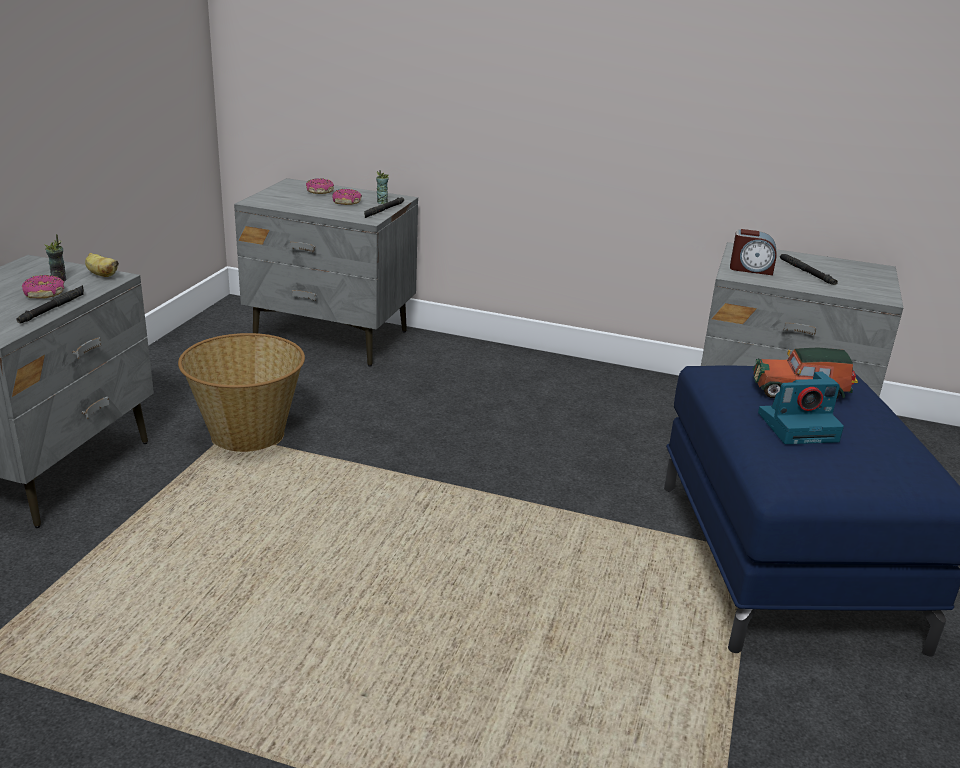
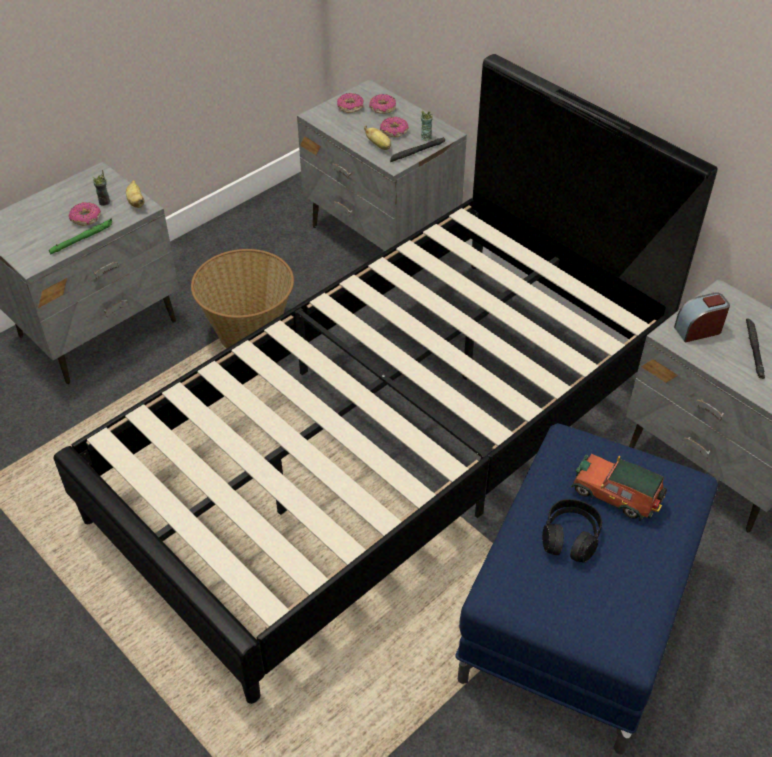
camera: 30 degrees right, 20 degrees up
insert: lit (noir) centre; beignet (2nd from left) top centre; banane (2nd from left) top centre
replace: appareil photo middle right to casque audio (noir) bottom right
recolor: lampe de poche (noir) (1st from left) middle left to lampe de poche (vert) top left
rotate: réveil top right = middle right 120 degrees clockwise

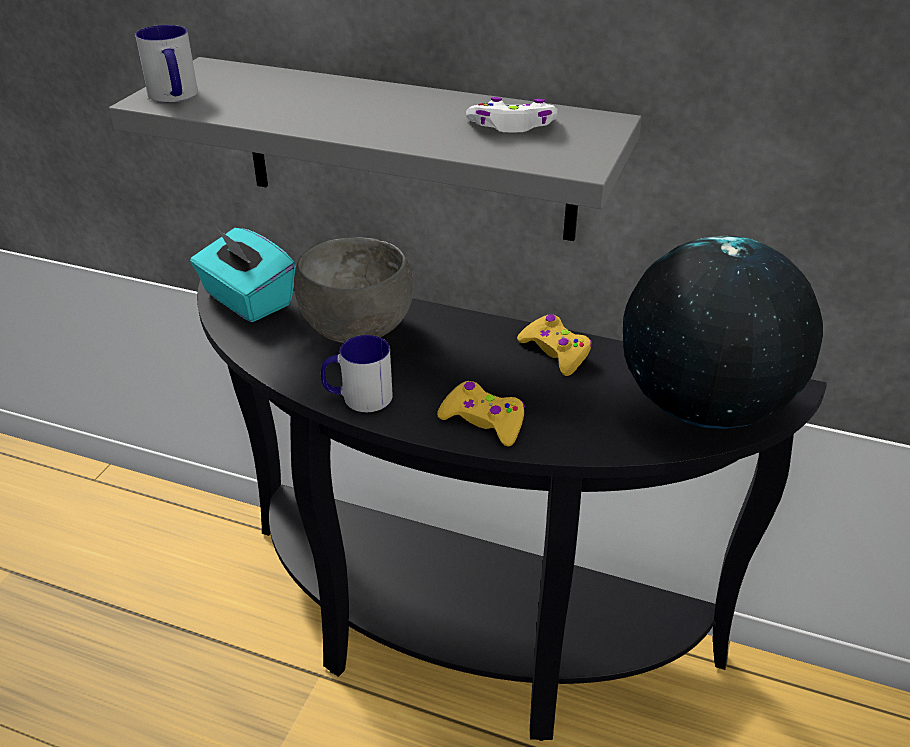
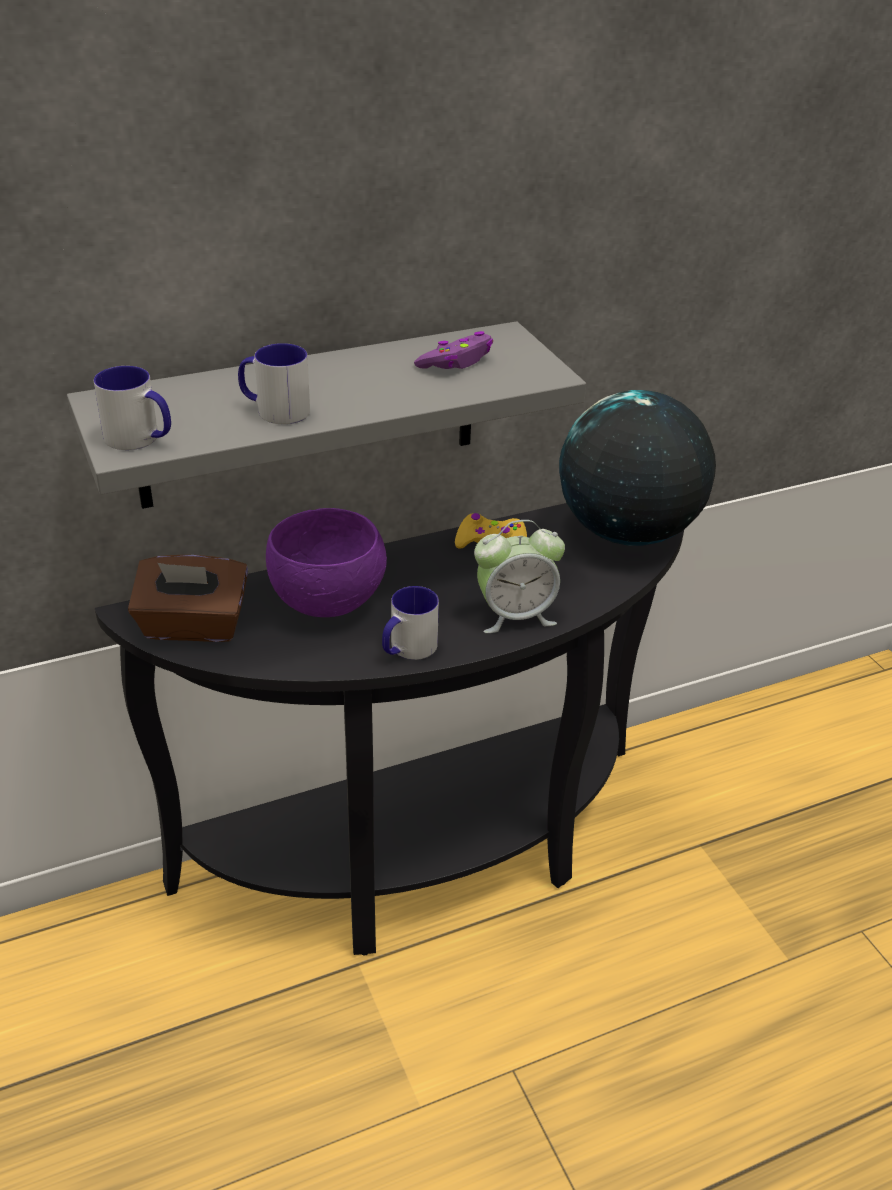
camera: 45 degrees left, 0 degrees up
insert: mug (2nd from left) top left
replace: manette (jaune) (1st from left) centre to réveil centre
recolor: boîte à mouchoirs (turquoise) middle left to boîte à mouchoirs (marron) middle left; bol (gris) centre to bol (violet) centre; manette (blanc) top centre to manette (violet) top centre

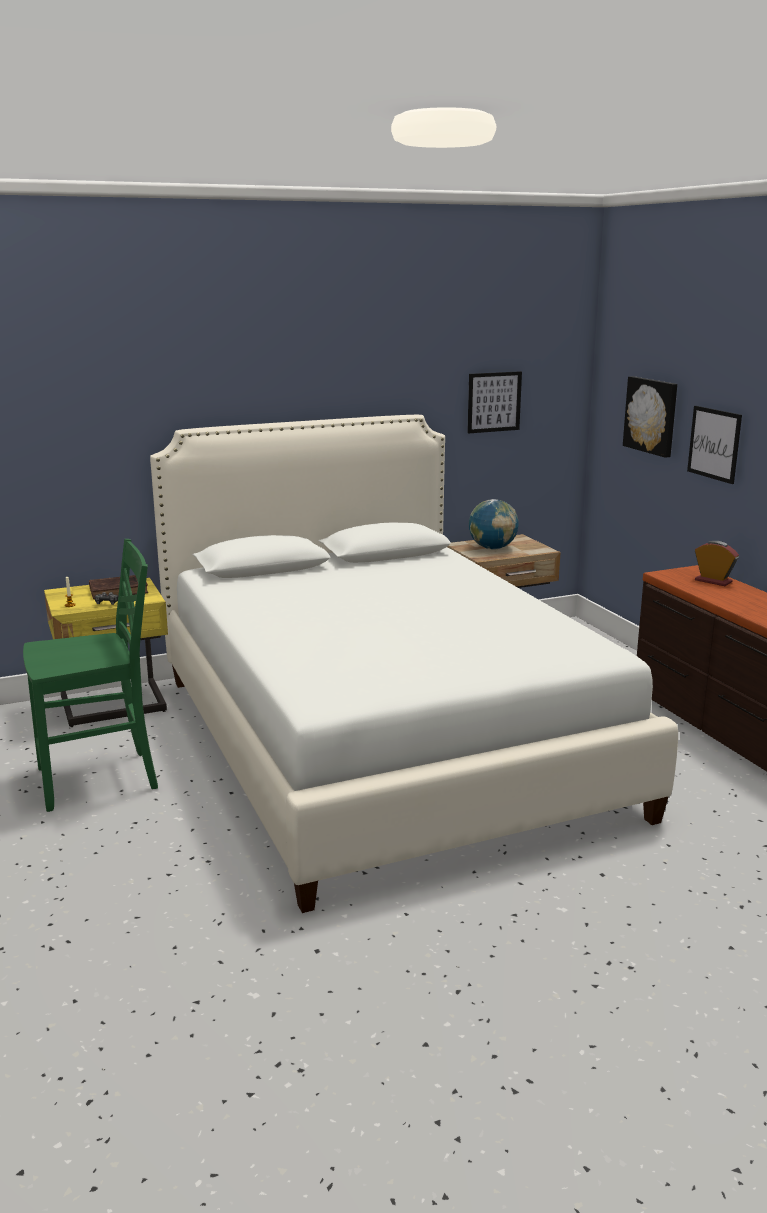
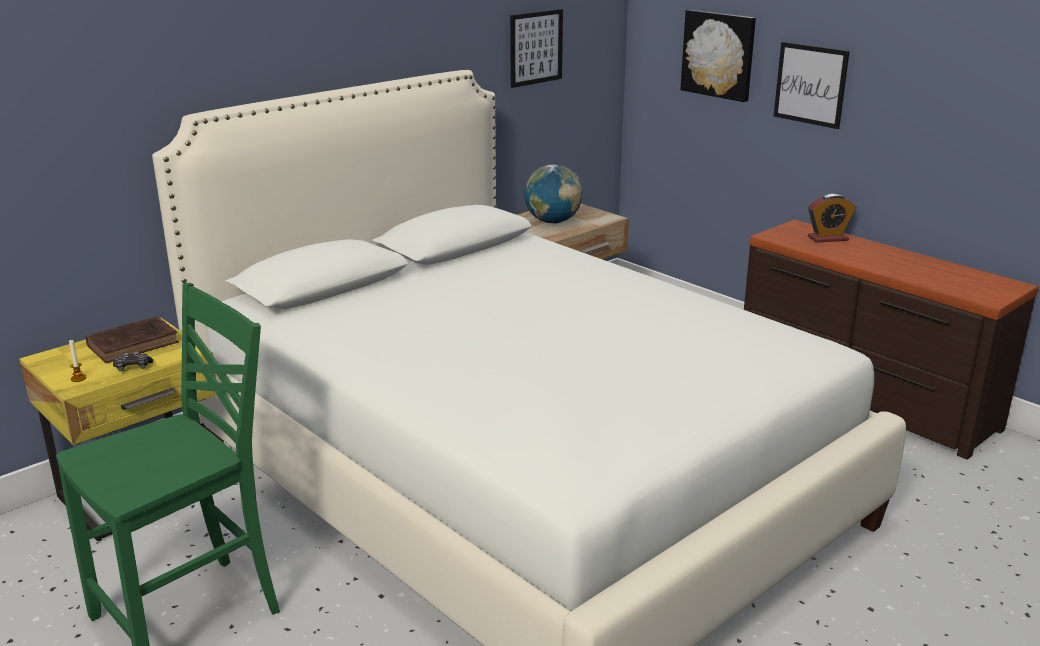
camera: 20 degrees left, 5 degrees up
rotate: réveil middle right = middle right 150 degrees clockwise

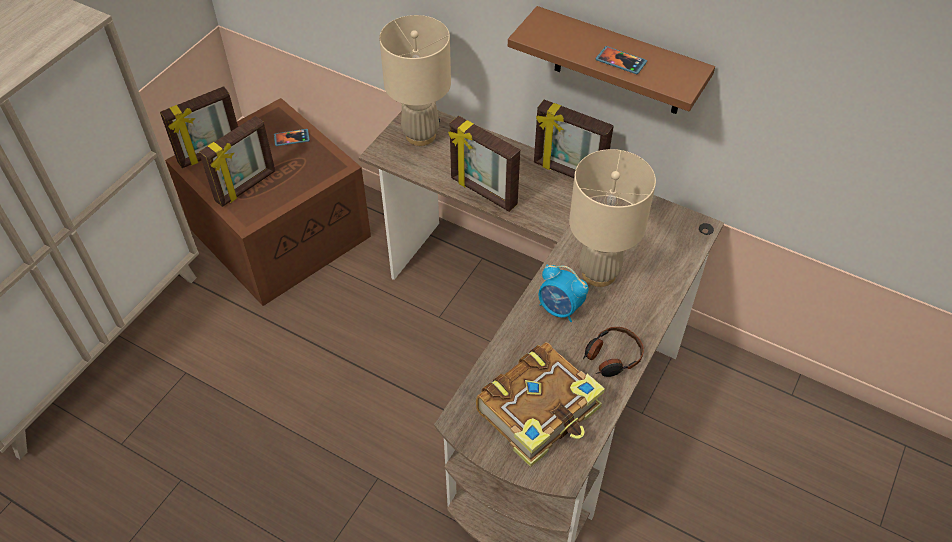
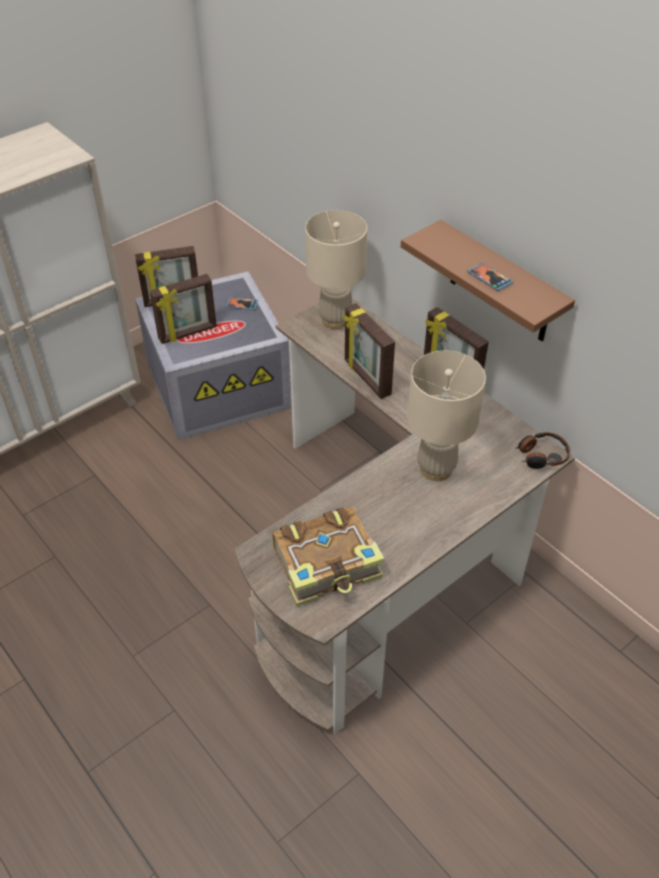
camera: 20 degrees right, 5 degrees down
delete: réveil centre
move: casque audio centre to middle right
recolor: boîte de rangement (marron) middle left to boîte de rangement (gris) middle left

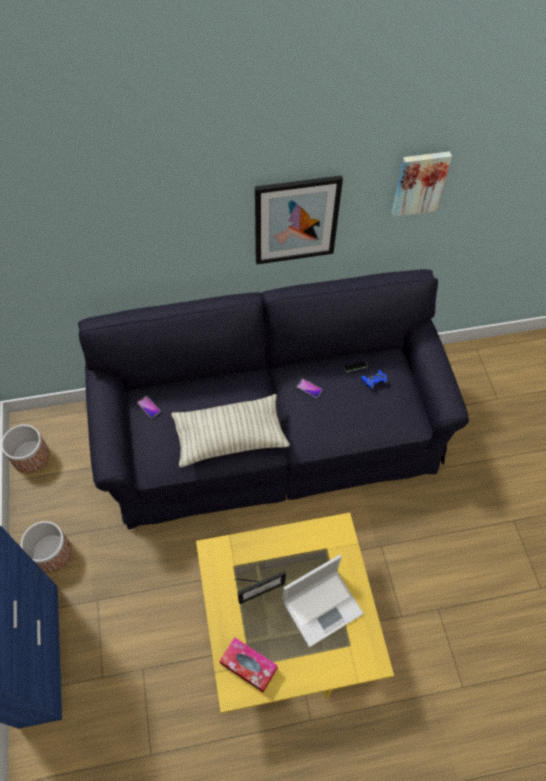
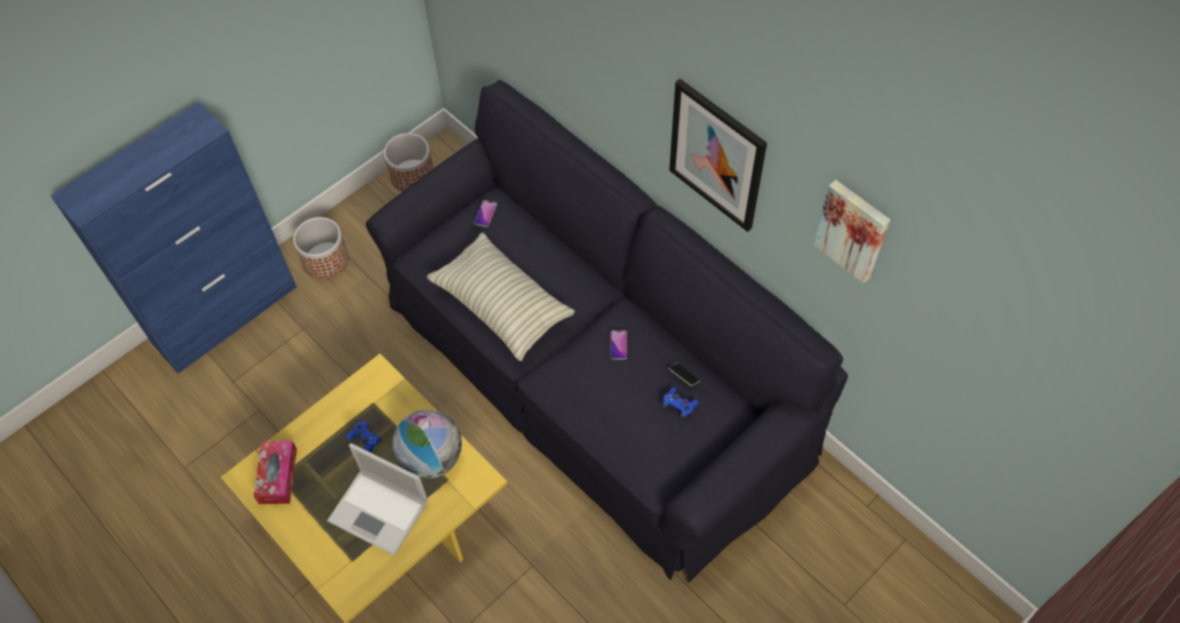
camera: 60 degrees right, 0 degrees up
insert: globe bottom centre
replace: cadre photo bottom centre to manette (bleu) (1st from left) bottom left

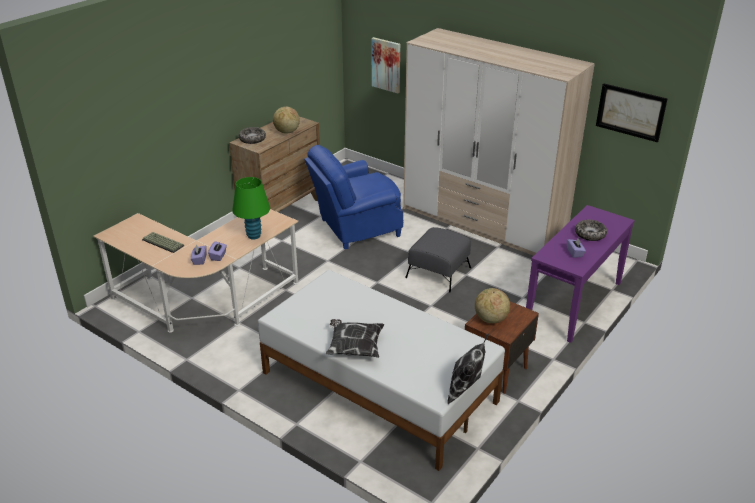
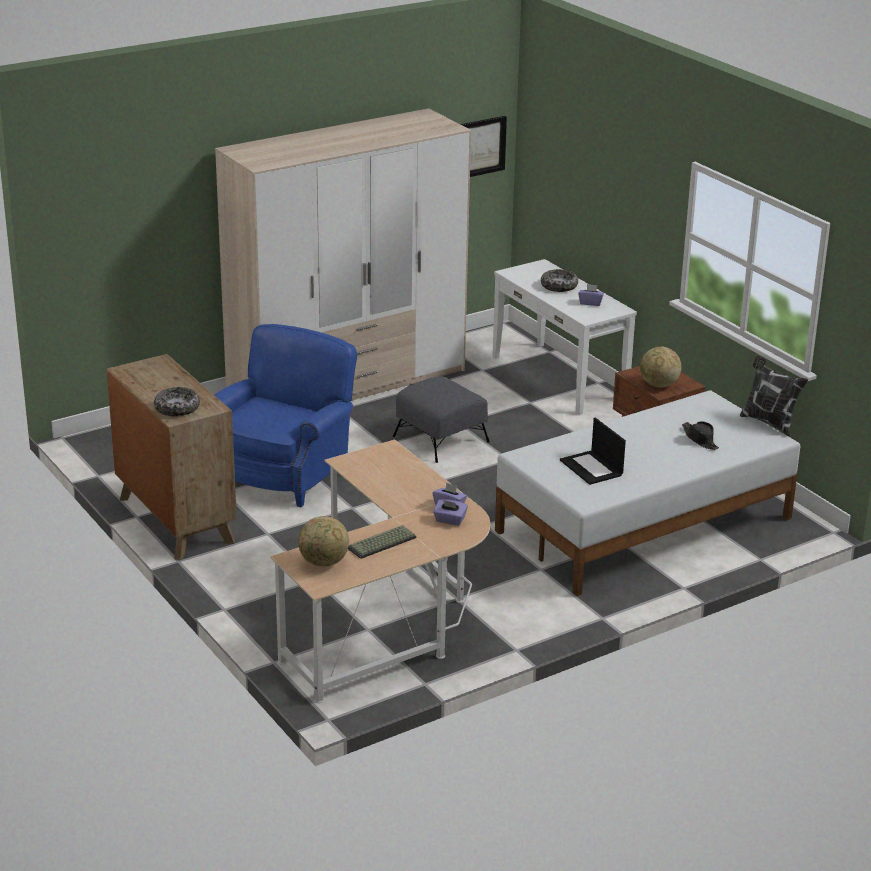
camera: 70 degrees left, 5 degrees down
delete: lampe de table (vert) middle left; coussin (1st from left) bottom centre; tableau (1st from left) top centre
insert: ordinateur portable middle right; chapeau (noir) middle right
move: globe (1st from left) top centre to centre
recolor: table console (violet) middle right to table console (blanc) centre
rotate: fauteuil (bleu) centre = middle left 150 degrees counterclockwise

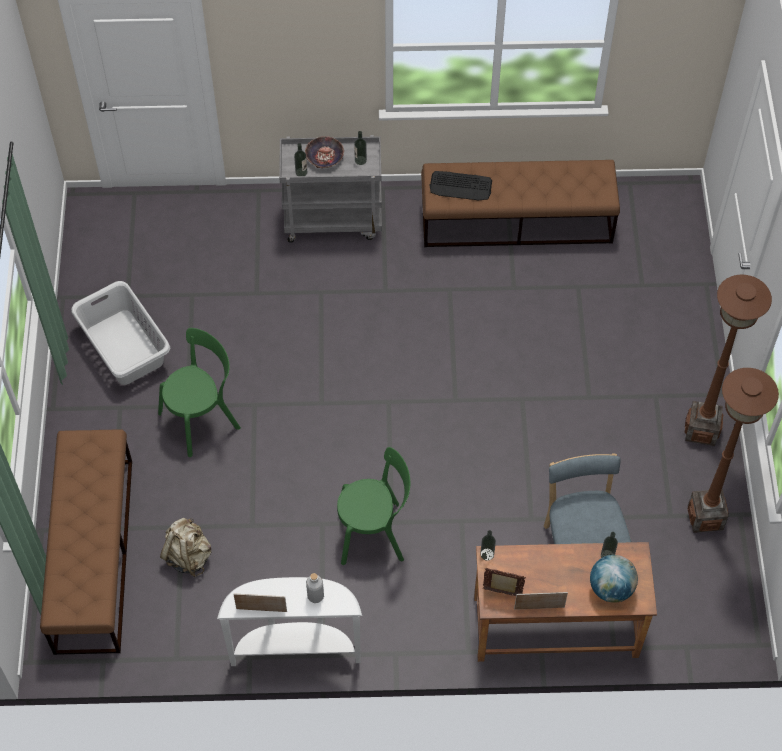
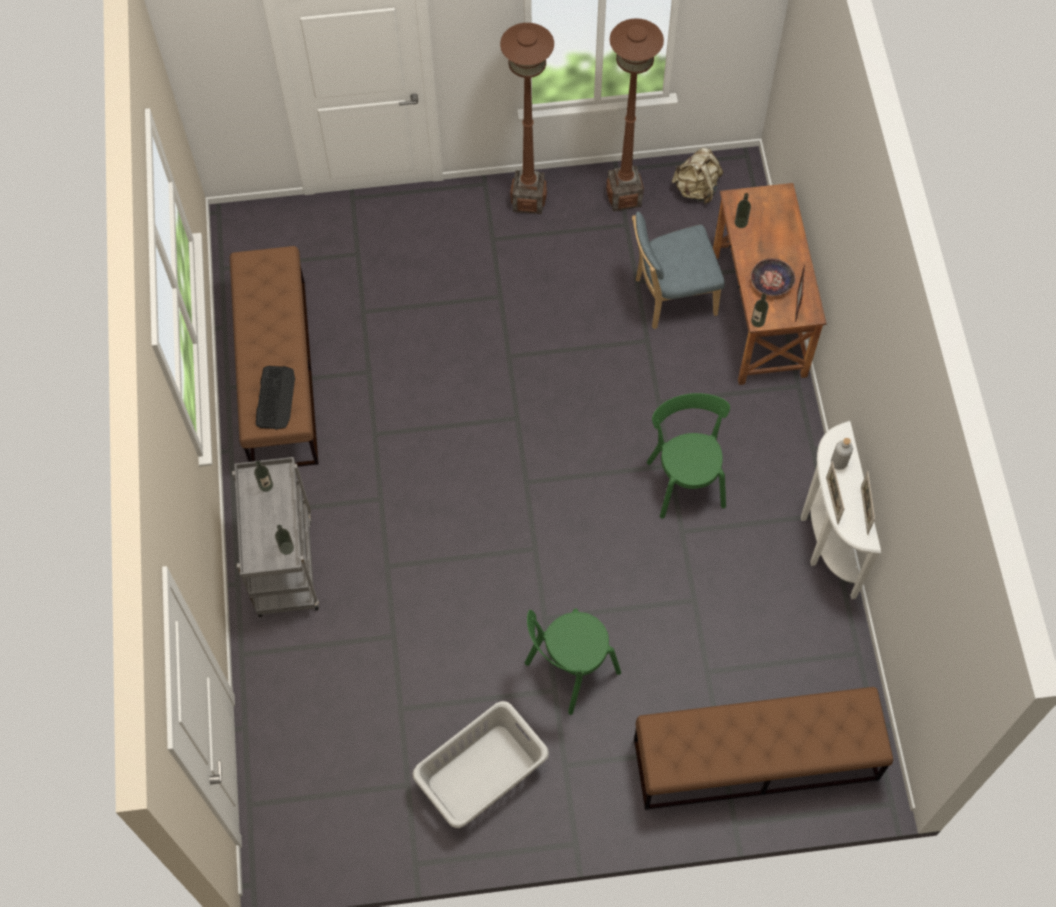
camera: 95 degrees left, 5 degrees up
delete: globe bottom right
move: sac à dos (beige) bottom left to top centre; bol top centre to top right; cadre photo (3rd from left in the first image) bottom right to cadre photo (2nd from left) middle right
rotate: chaise (vert) (1st from left) middle left = bottom centre 90 degrees counterclockwise

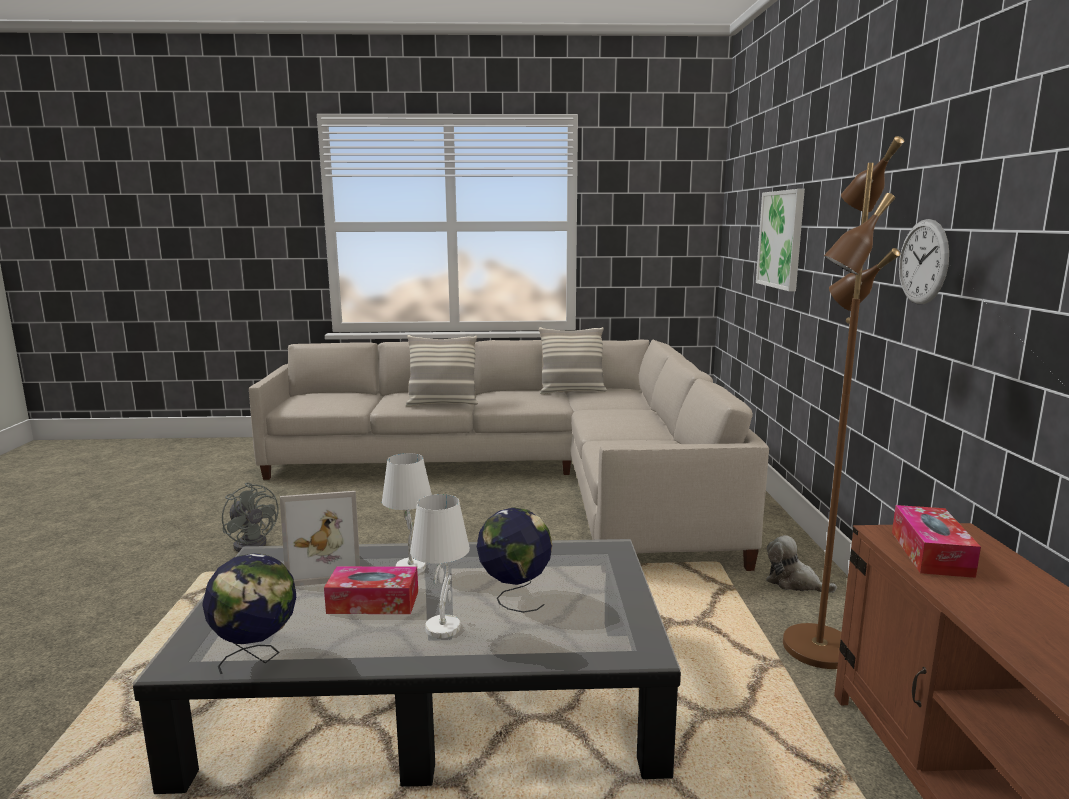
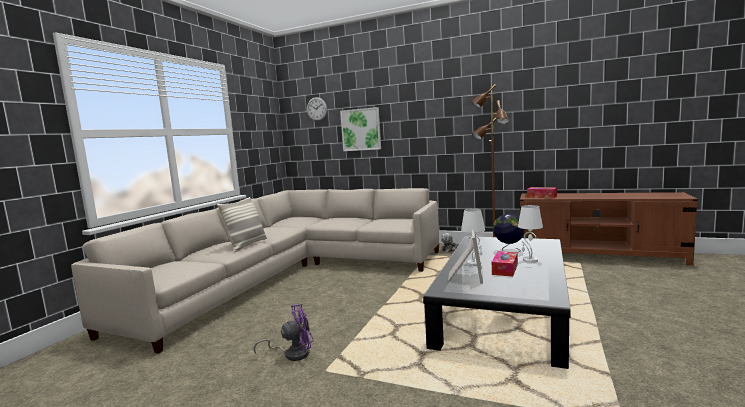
camera: 65 degrees left, 5 degrees down
delete: globe (1st from left) bottom left; coussin (2nd from left) centre
move: horloge murale top right to top centre
recolor: ventilateur (gris) middle left to ventilateur (violet) bottom centre

